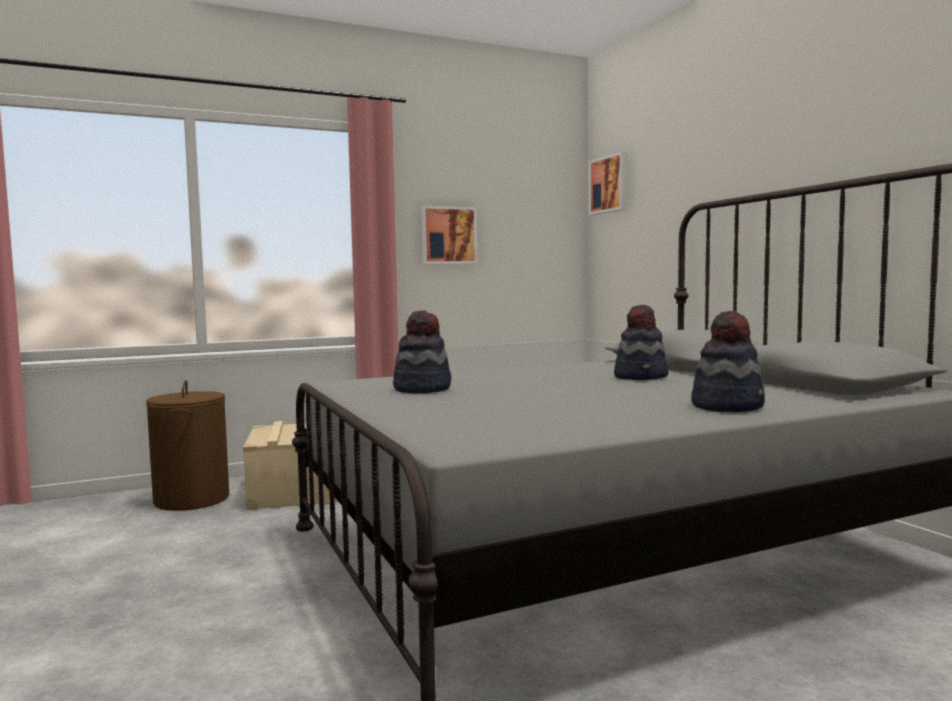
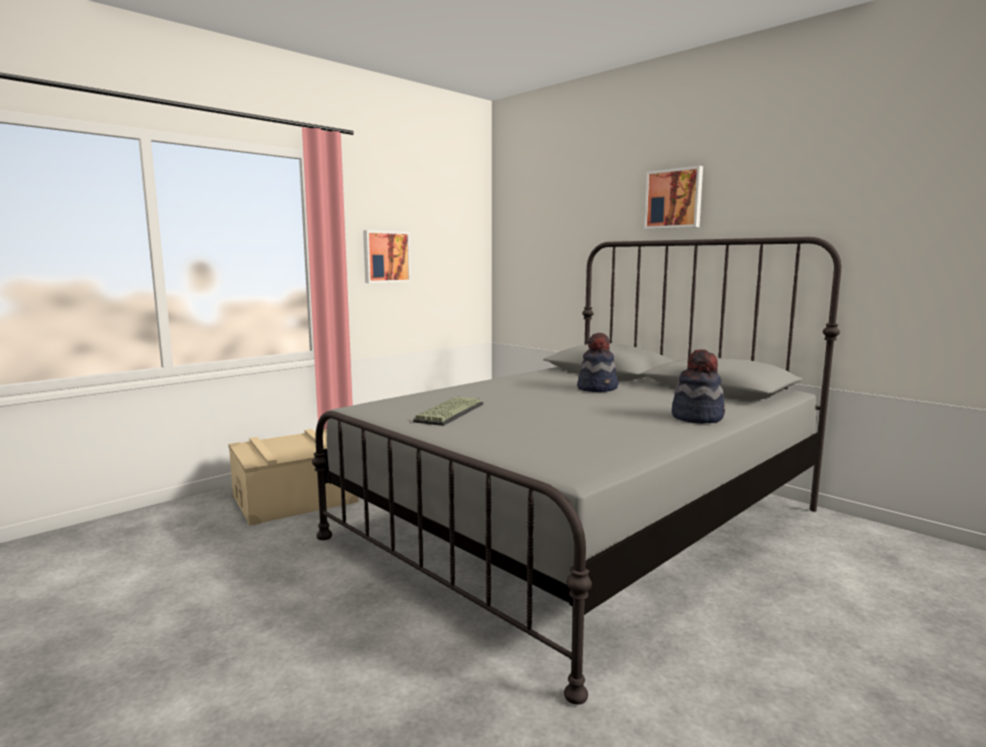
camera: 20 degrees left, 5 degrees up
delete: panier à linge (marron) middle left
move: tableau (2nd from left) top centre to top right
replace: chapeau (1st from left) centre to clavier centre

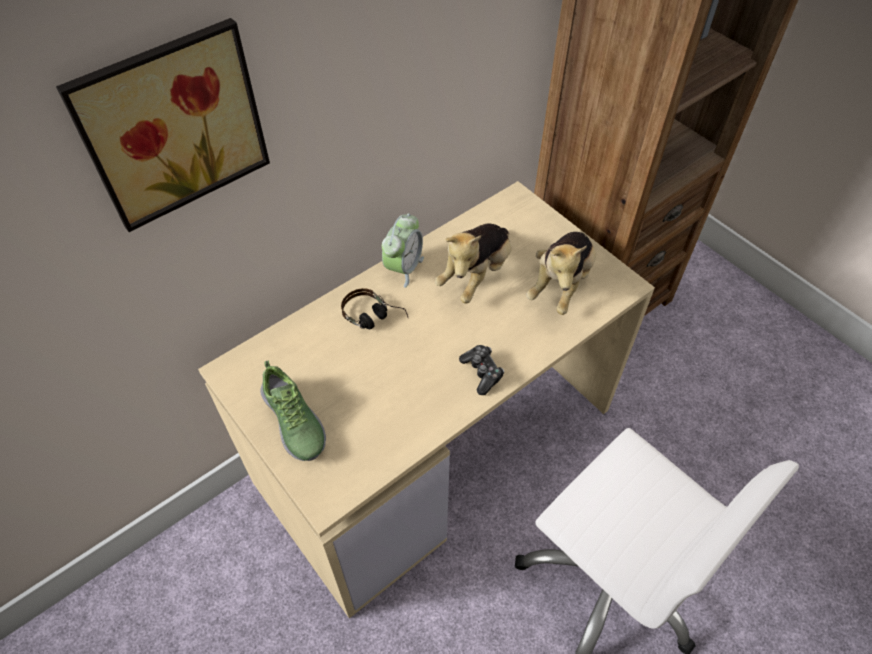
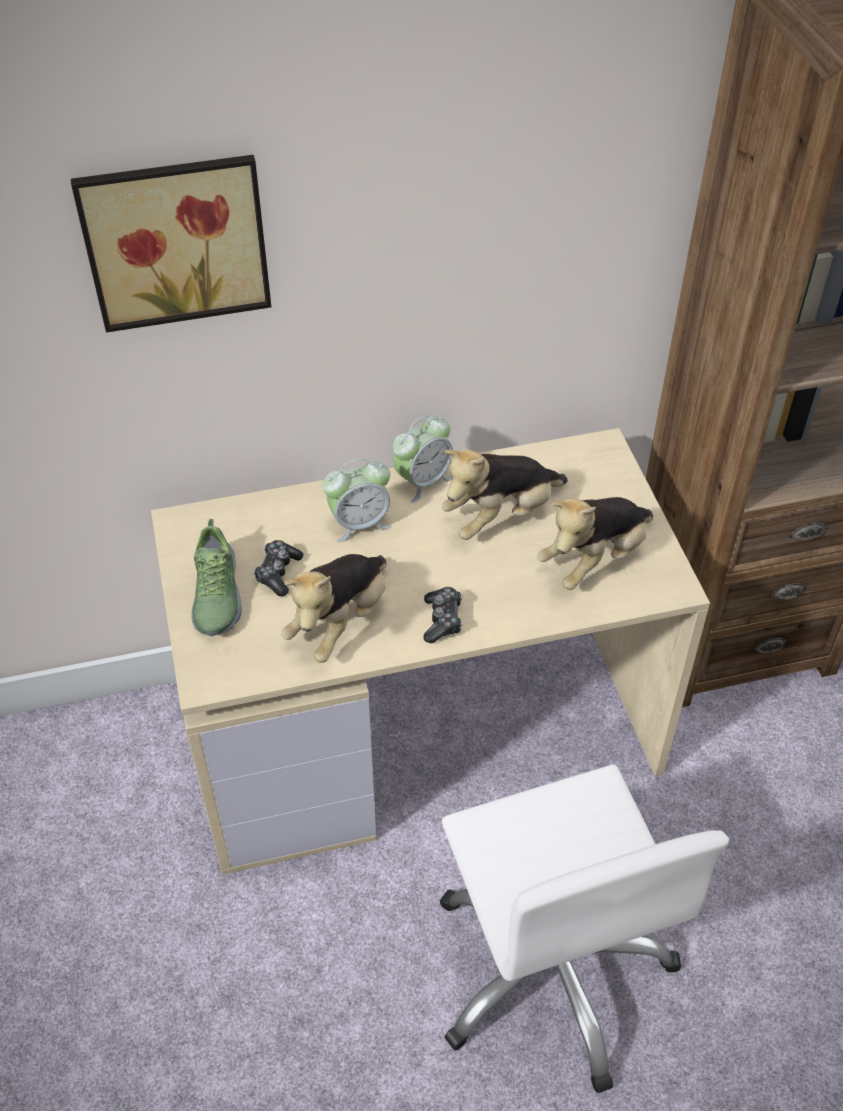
camera: 25 degrees right, 5 degrees down
insert: manette (1st from left) middle left; peluche (1st from left) centre
replace: casque audio centre to réveil (1st from left) centre

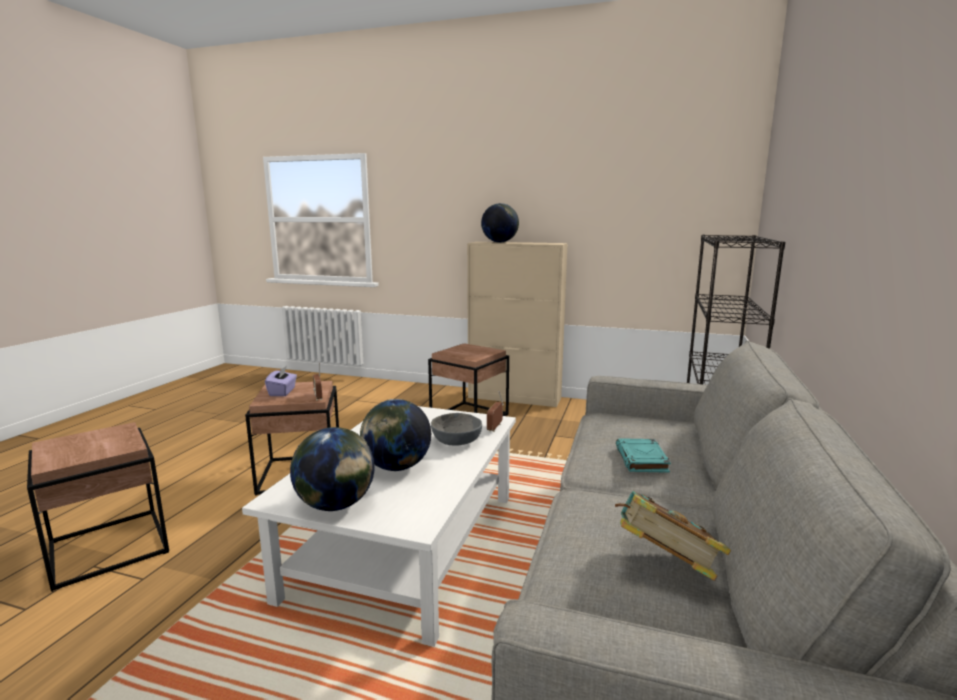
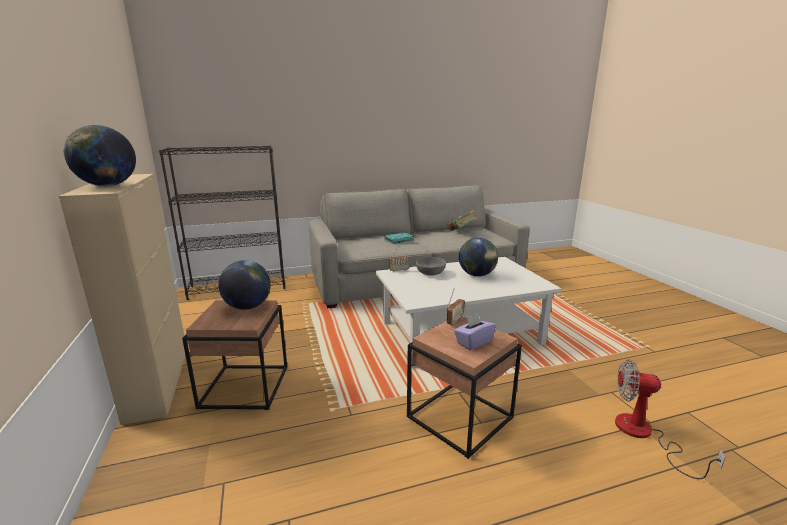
camera: 125 degrees left, 5 degrees up
move: globe (1st from left in the first image) bottom centre to globe (2nd from left) middle left
replace: table d'appoint (marron) (1st from left) bottom left to ventilateur bottom right

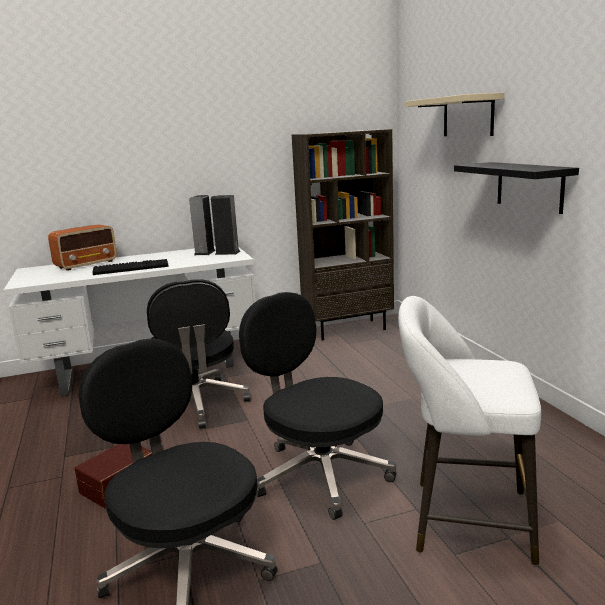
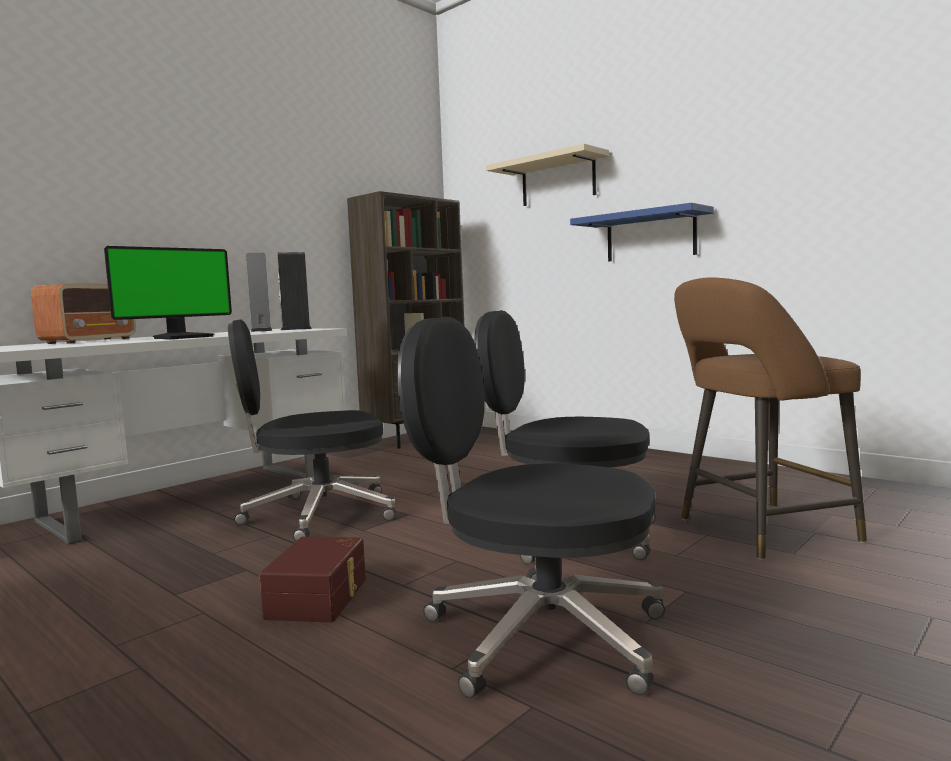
camera: 30 degrees left, 10 degrees down
replace: clavier middle left to écran d'ordinateur middle left
recolor: tabouret (blanc) bottom right to tabouret (marron) middle right; étagère (noir) top right to étagère (bleu) top right
rotate: chaise de bureau (noir) (2nd from left in the first image) middle left = middle left 120 degrees clockwise

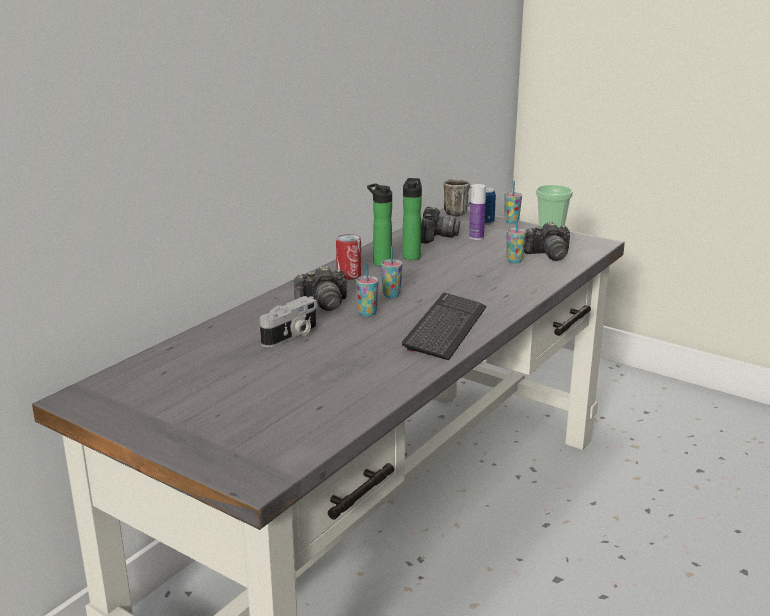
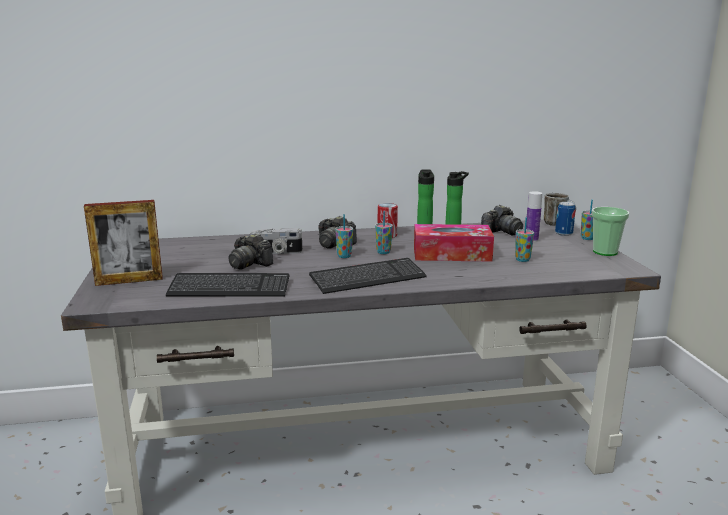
camera: 45 degrees right, 5 degrees down
insert: cadre photo middle left; clavier (1st from left) middle left; boîte à mouchoirs centre
move: appareil photo (4th from left in the first image) middle right to appareil photo (1st from left) centre

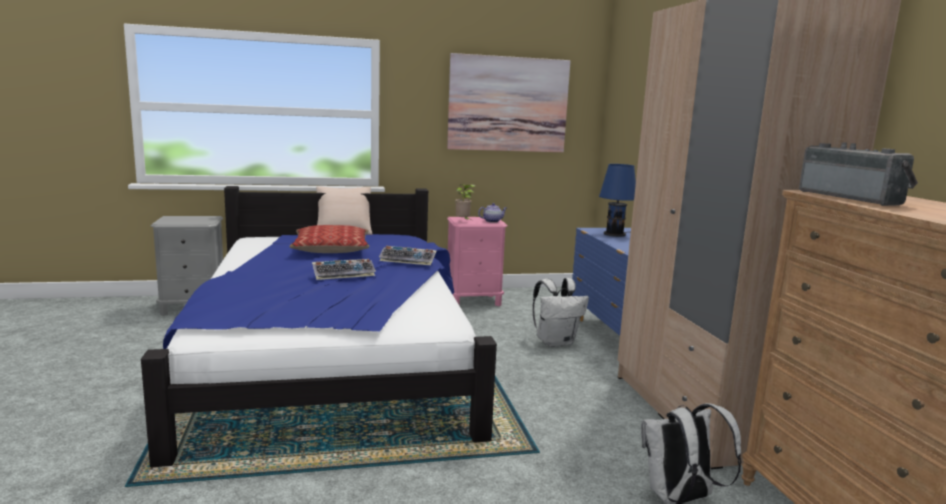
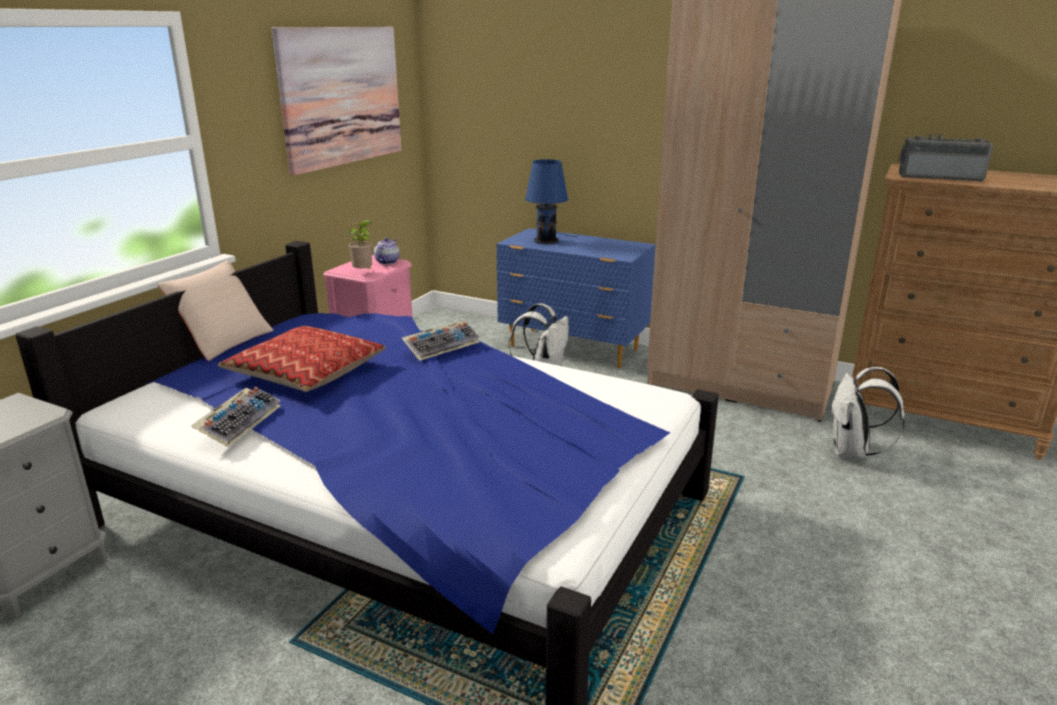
camera: 50 degrees left, 10 degrees up
move: clavier (1st from left) centre to middle left

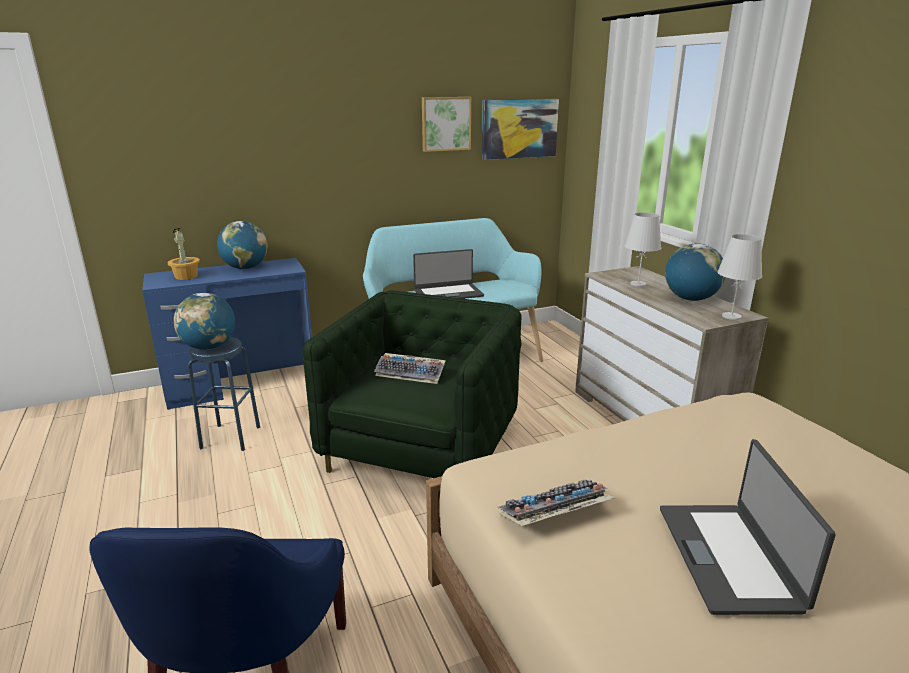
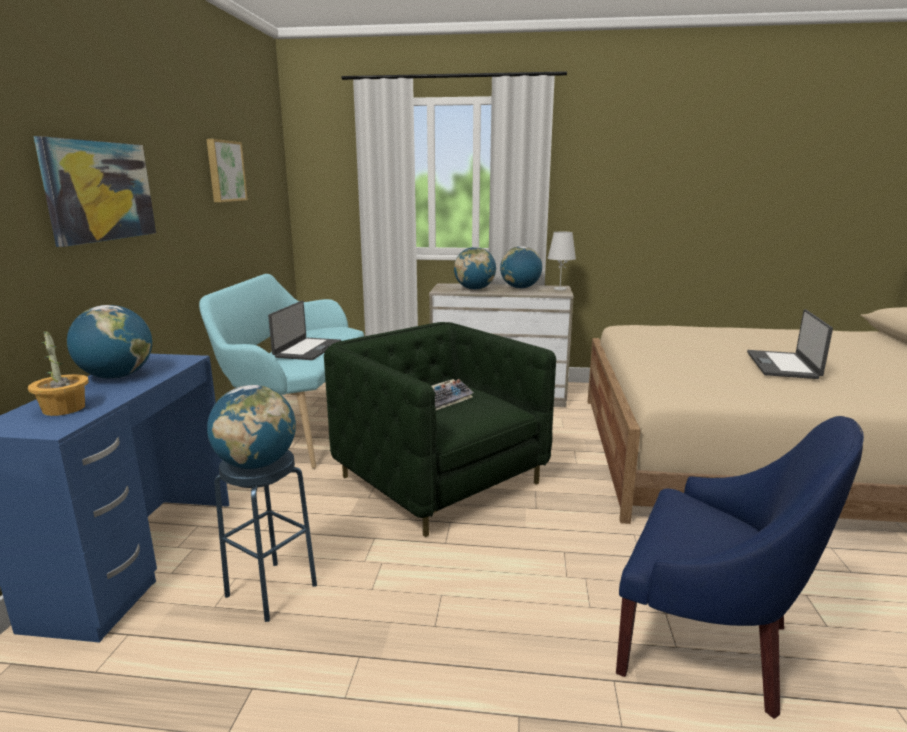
camera: 60 degrees left, 5 degrees down
delete: clavier (2nd from left) bottom centre
move: tableau (2nd from left in the first image) top centre to tableau (1st from left) top left
replace: lampe de table (blanc) (1st from left) middle right to globe (3rd from left) centre
rotate: ordinateur portable (2nd from left) bottom right = middle right 75 degrees clockwise

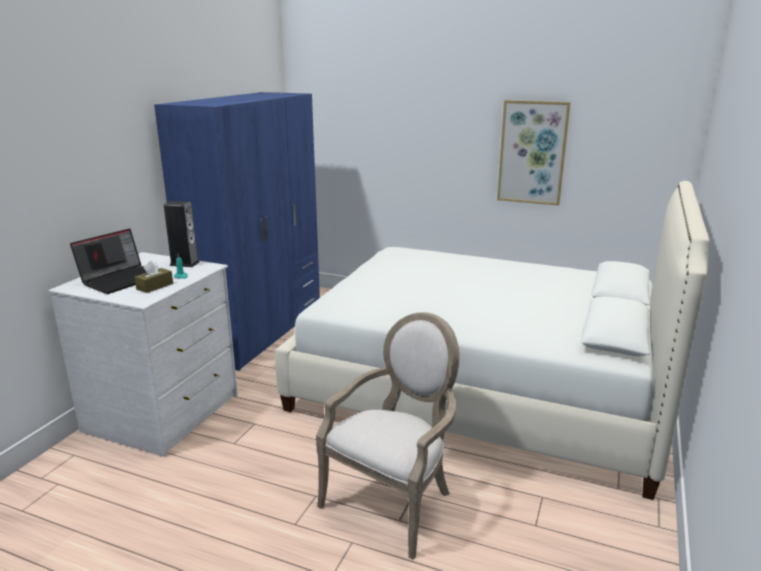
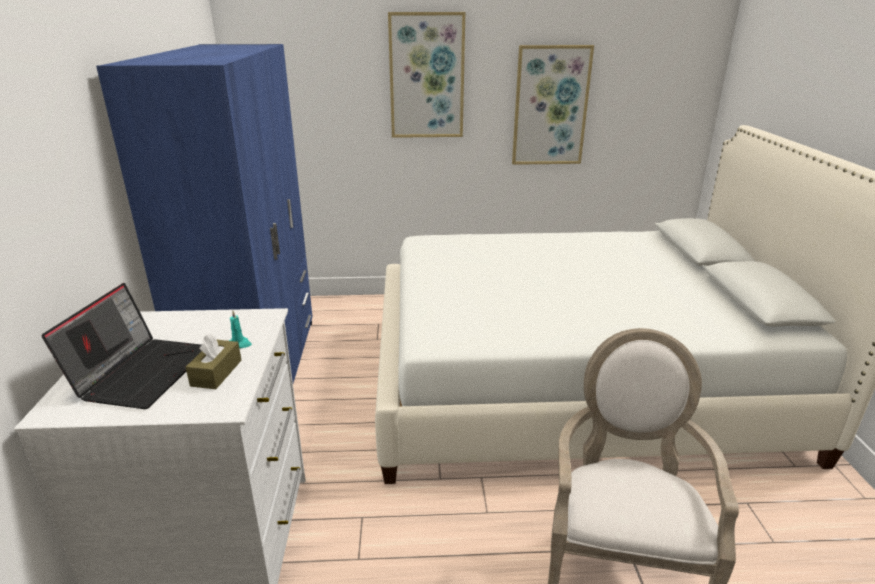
camera: 25 degrees left, 5 degrees up
delete: enceinte middle left
insert: tableau (1st from left) top centre

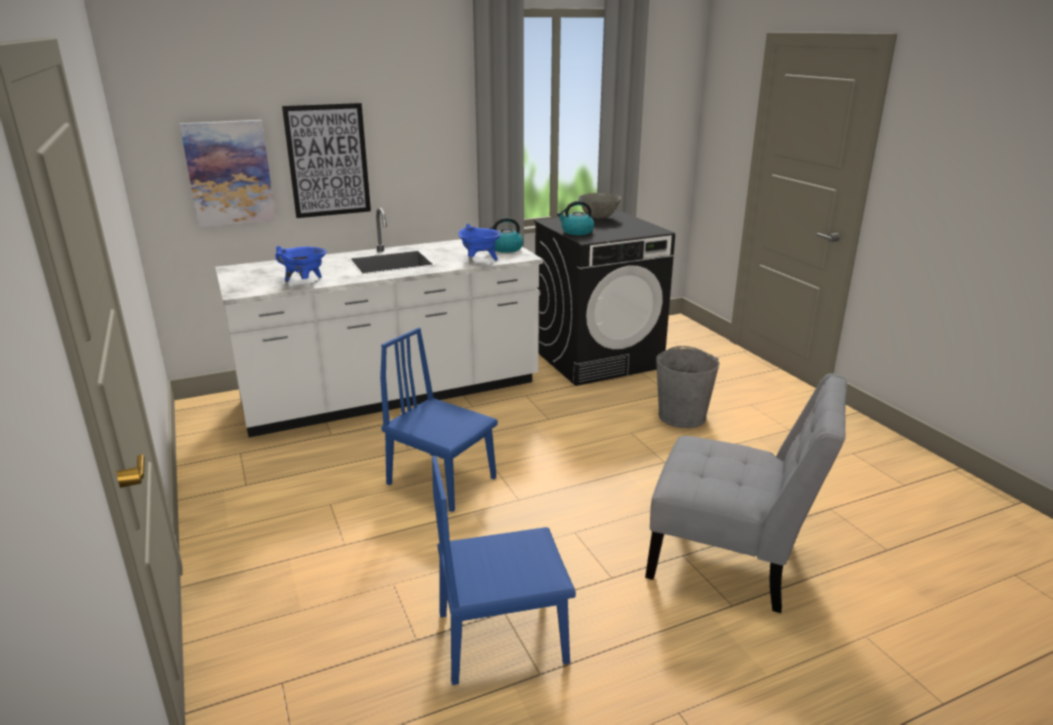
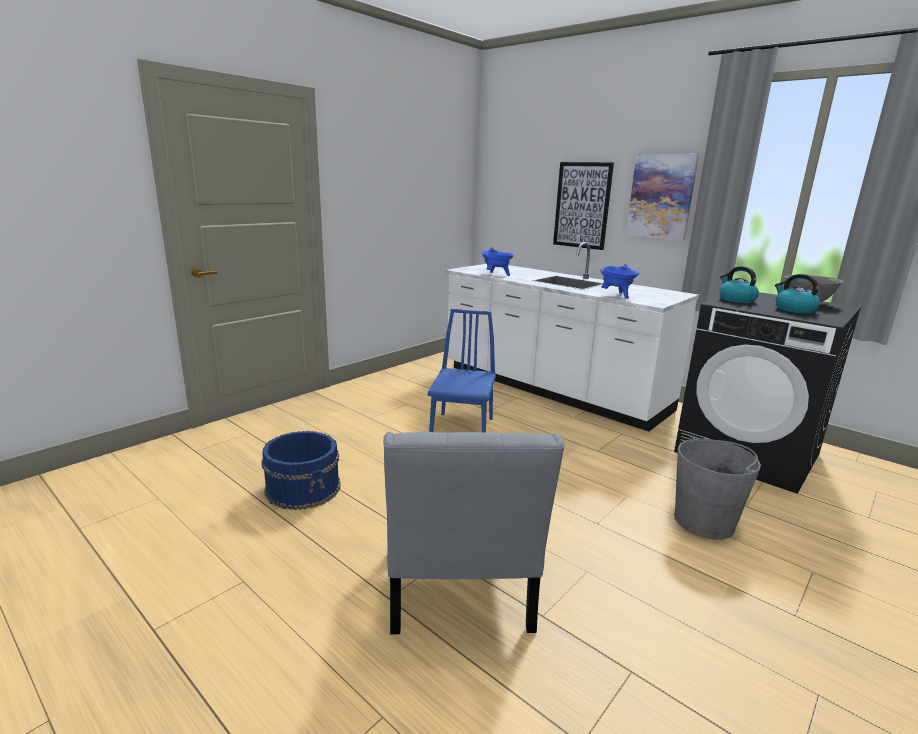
camera: 65 degrees right, 5 degrees down
move: tableau (1st from left in the first image) top left to tableau (2nd from left) top right; bouilloire (1st from left in the first image) top centre to bouilloire (2nd from left) middle right
replace: chaise (bleu) (2nd from left) bottom centre to seau (bleu) middle left

